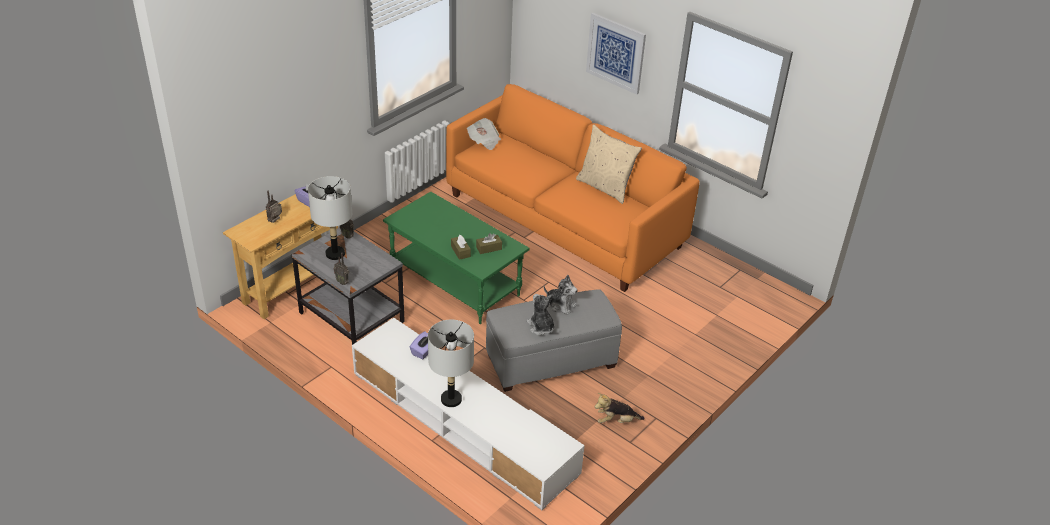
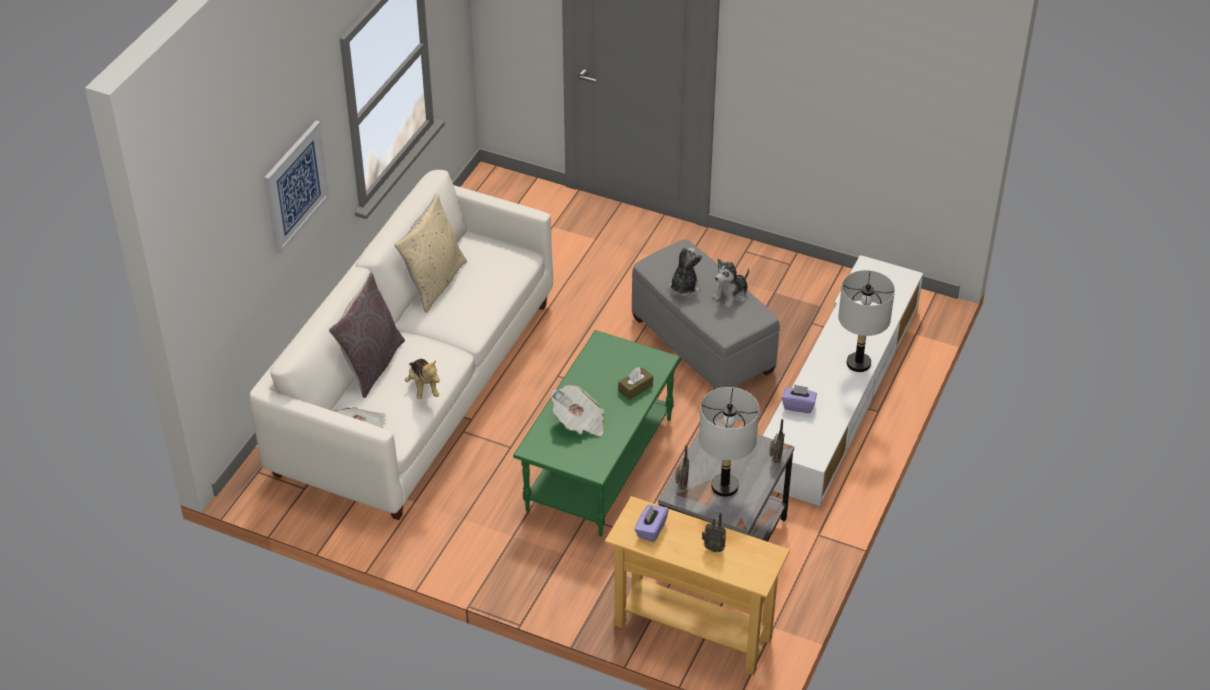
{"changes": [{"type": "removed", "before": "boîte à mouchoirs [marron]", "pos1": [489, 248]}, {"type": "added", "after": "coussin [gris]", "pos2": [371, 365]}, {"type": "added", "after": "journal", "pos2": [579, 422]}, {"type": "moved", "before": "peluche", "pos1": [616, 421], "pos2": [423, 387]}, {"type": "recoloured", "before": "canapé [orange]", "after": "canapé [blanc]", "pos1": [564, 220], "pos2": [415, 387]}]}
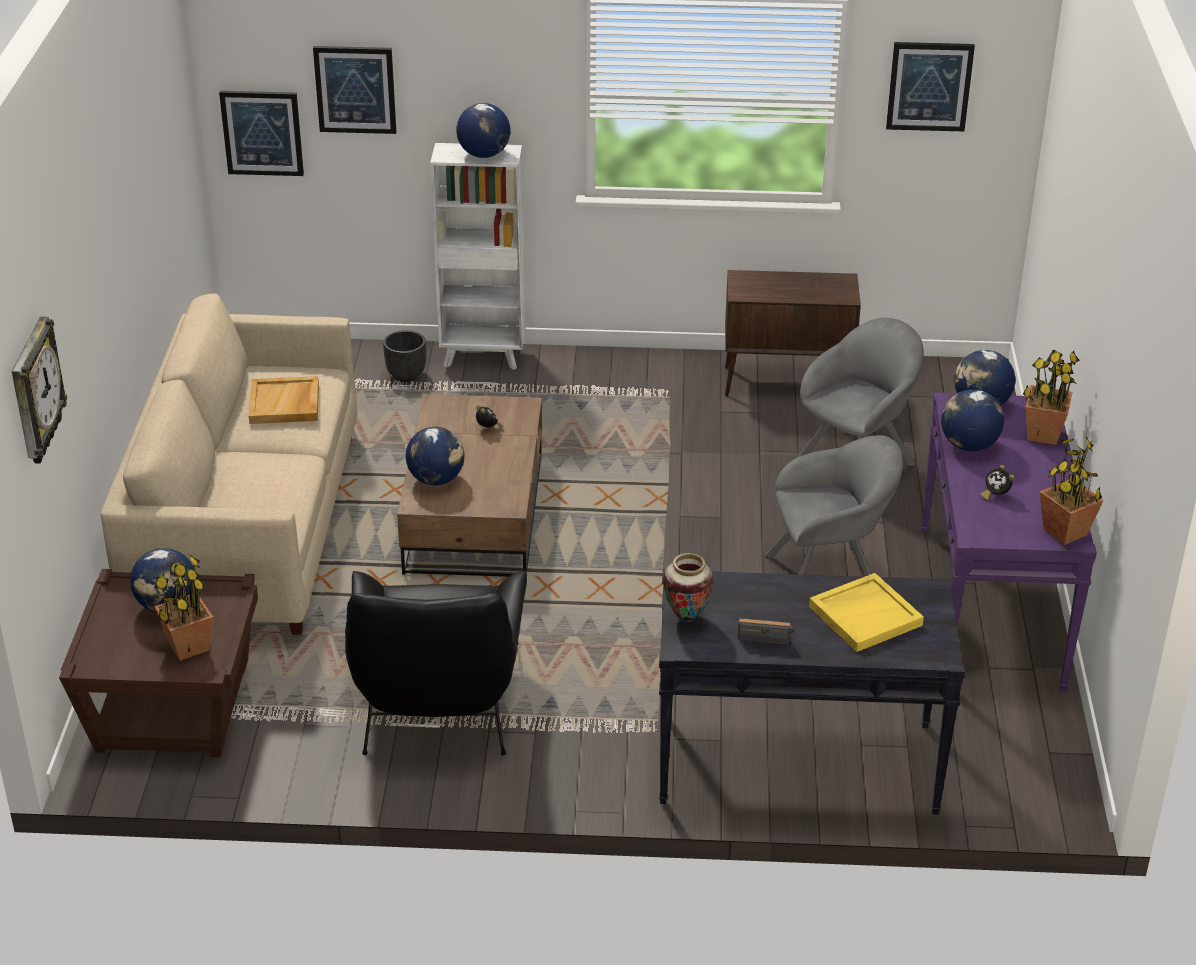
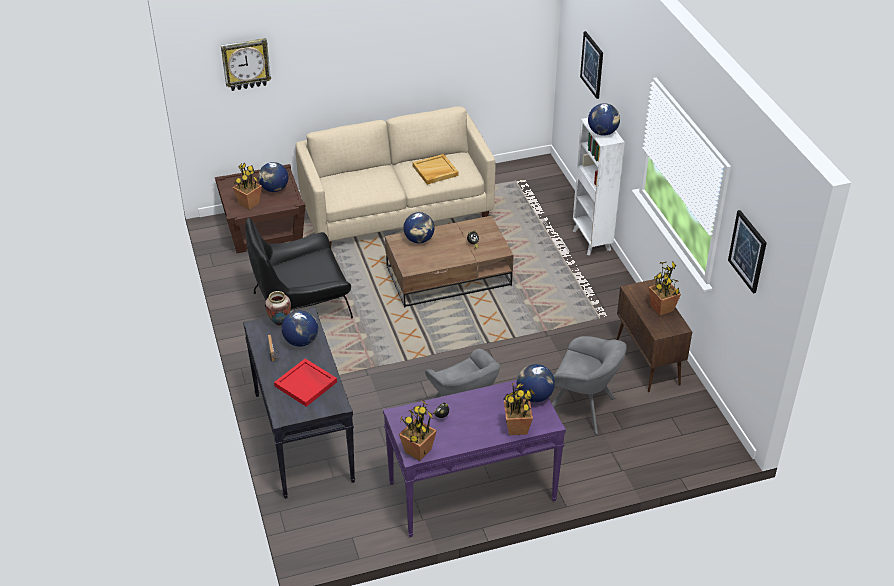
{"changes": [{"type": "removed", "before": "tableau", "pos1": [262, 132]}, {"type": "removed", "before": "cache-pot [noir]", "pos1": [407, 375]}, {"type": "added", "after": "plante en pot", "pos2": [662, 308]}, {"type": "moved", "before": "globe", "pos1": [968, 445], "pos2": [301, 341]}, {"type": "recoloured", "before": "plateau [jaune]", "after": "plateau [rouge]", "pos1": [865, 615], "pos2": [306, 384]}]}
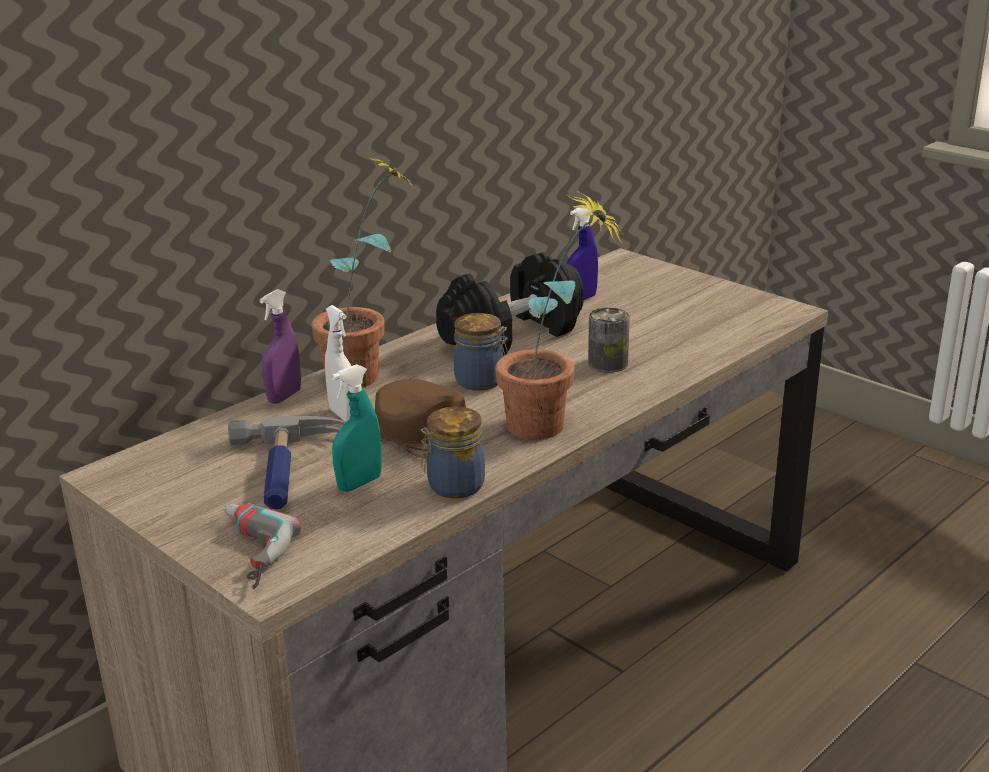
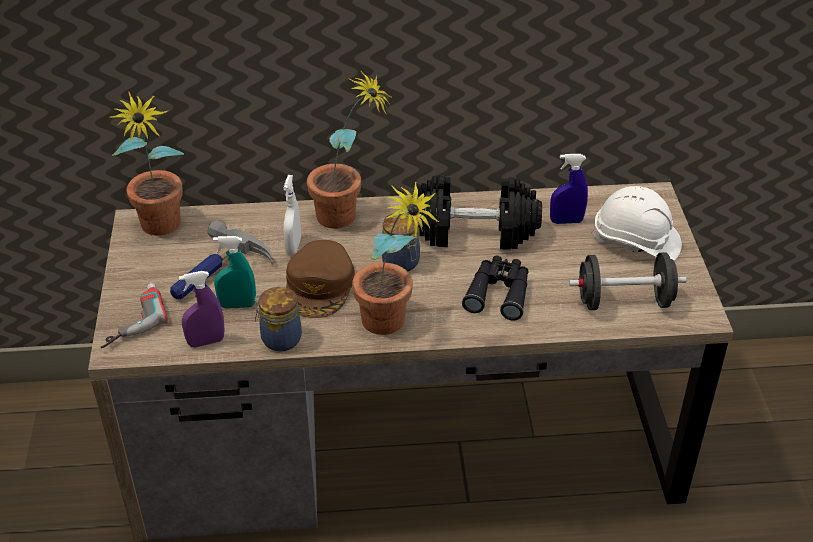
{"changes": [{"type": "added", "after": "plante en pot", "pos2": [161, 231]}, {"type": "added", "after": "haltère [noir]", "pos2": [624, 301]}, {"type": "added", "after": "casque de chantier [blanc]", "pos2": [636, 241]}, {"type": "moved", "before": "vaporisateur [violet]", "pos1": [284, 396], "pos2": [206, 342]}, {"type": "replaced", "before": "boîte métallique", "after": "jumelles [noir]", "pos1": [608, 363], "pos2": [499, 293]}]}
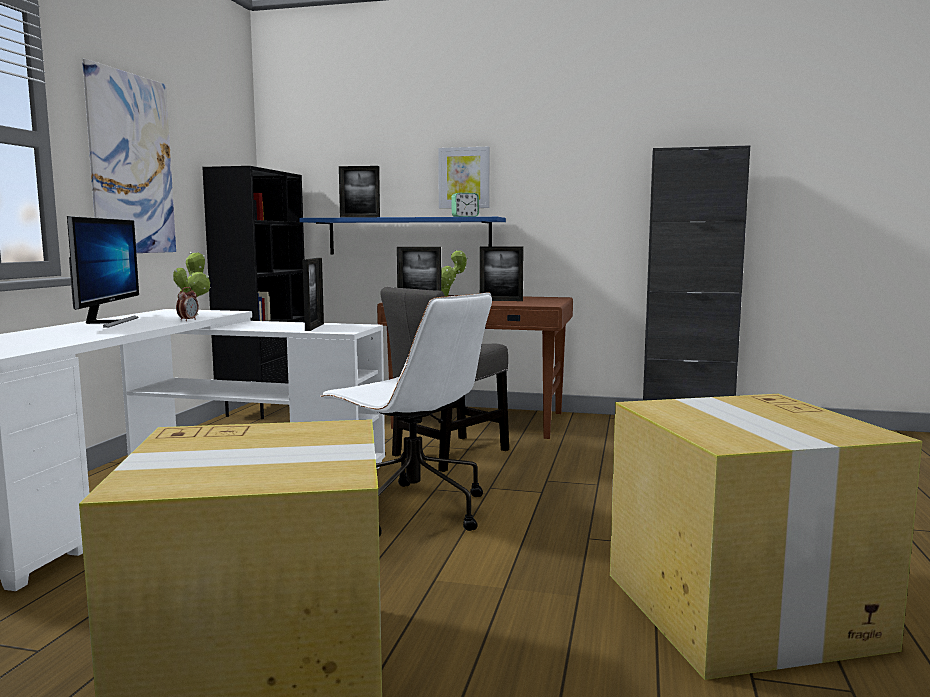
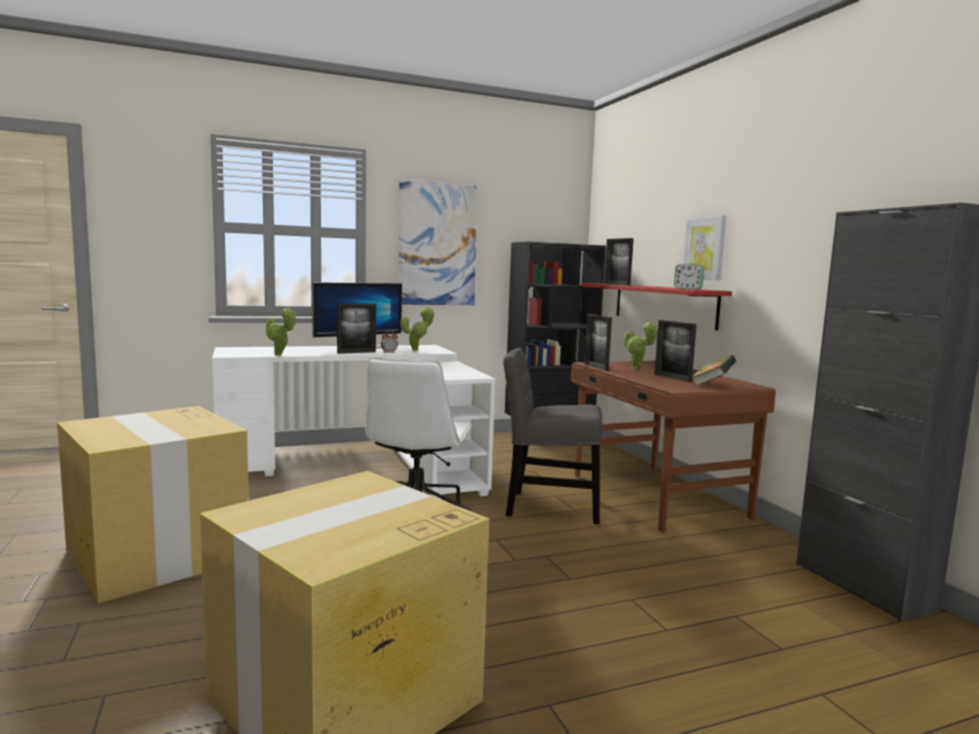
{"changes": [{"type": "added", "after": "plante en pot", "pos2": [279, 355]}, {"type": "added", "after": "livre", "pos2": [712, 384]}, {"type": "moved", "before": "cadre photo", "pos1": [314, 327], "pos2": [356, 352]}, {"type": "recoloured", "before": "étagère [bleu]", "after": "étagère [rouge]", "pos1": [409, 236], "pos2": [663, 304]}]}
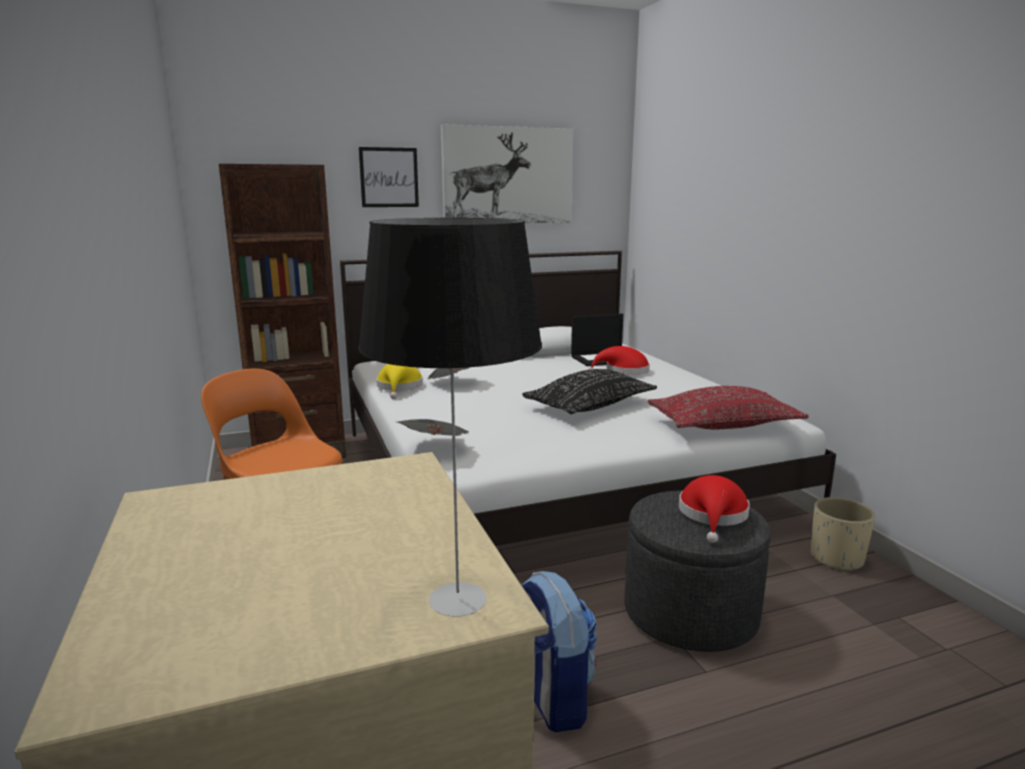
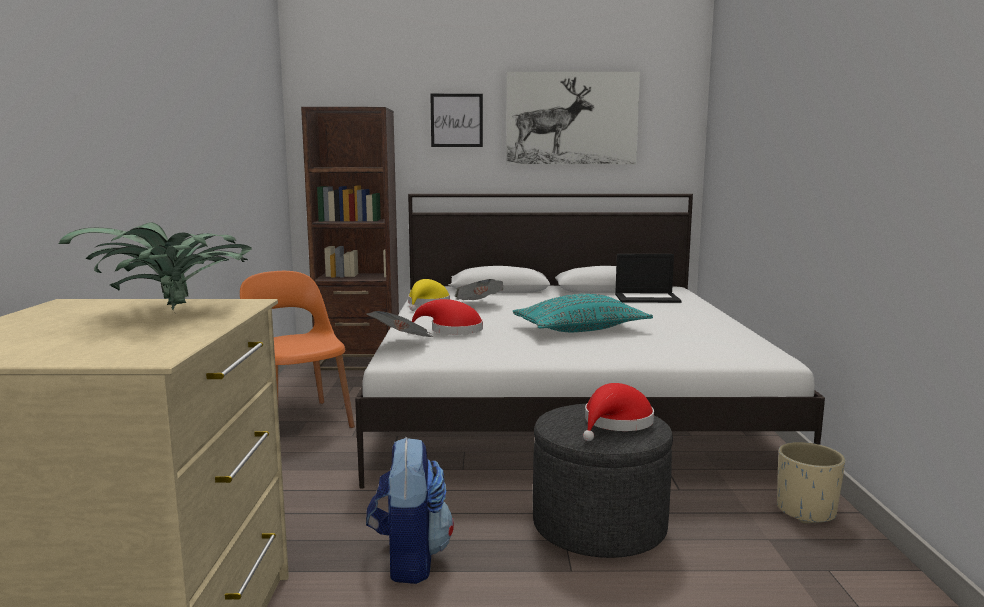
{"changes": [{"type": "removed", "before": "lampe de table", "pos1": [457, 598]}, {"type": "removed", "before": "coussin [rouge]", "pos1": [723, 426]}, {"type": "added", "after": "plante en pot", "pos2": [175, 312]}, {"type": "moved", "before": "chapeau [rouge]", "pos1": [623, 371], "pos2": [452, 330]}, {"type": "recoloured", "before": "coussin [noir]", "after": "coussin [turquoise]", "pos1": [590, 407], "pos2": [581, 330]}]}
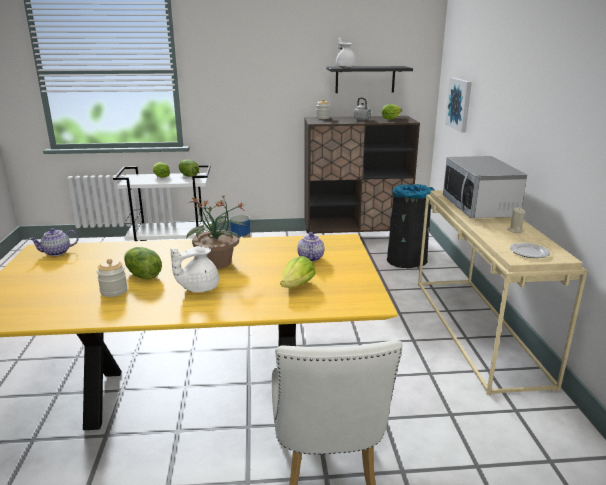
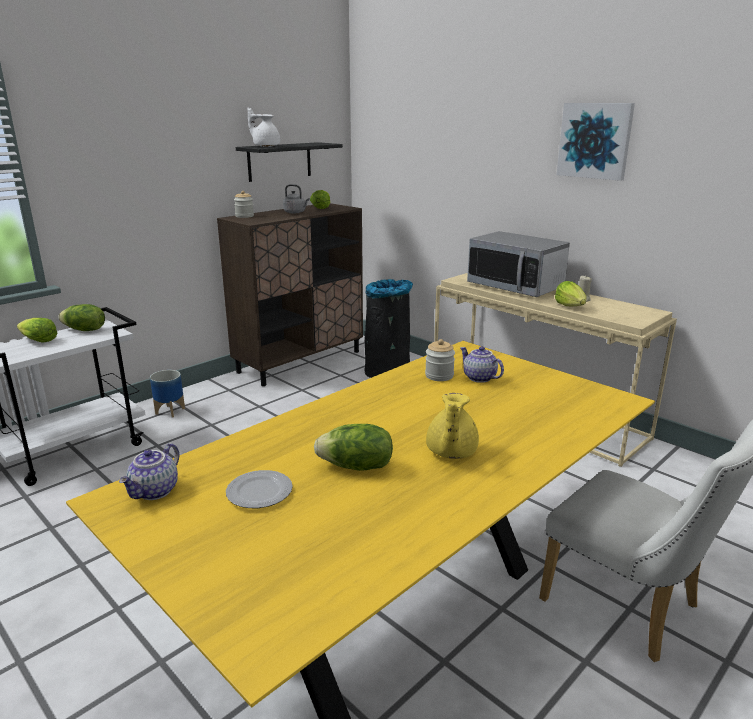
{"changes": [{"type": "removed", "before": "plante en pot", "pos1": [218, 263]}, {"type": "moved", "before": "bocal", "pos1": [114, 291], "pos2": [439, 376]}, {"type": "moved", "before": "laitue", "pos1": [297, 285], "pos2": [571, 306]}, {"type": "moved", "before": "tableau", "pos1": [459, 104], "pos2": [595, 140]}, {"type": "moved", "before": "assiette", "pos1": [529, 253], "pos2": [259, 493]}, {"type": "recoloured", "before": "théière [blanc]", "after": "théière [jaune]", "pos1": [198, 288], "pos2": [450, 452]}]}
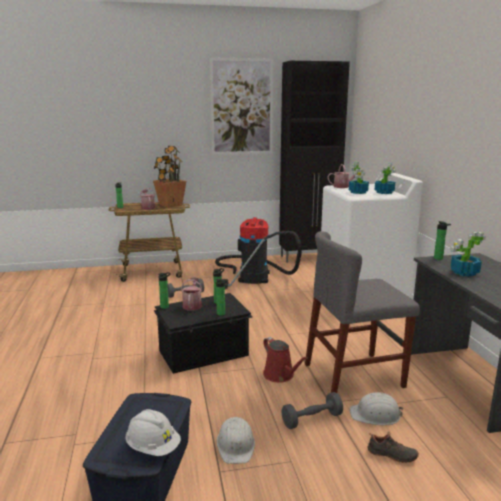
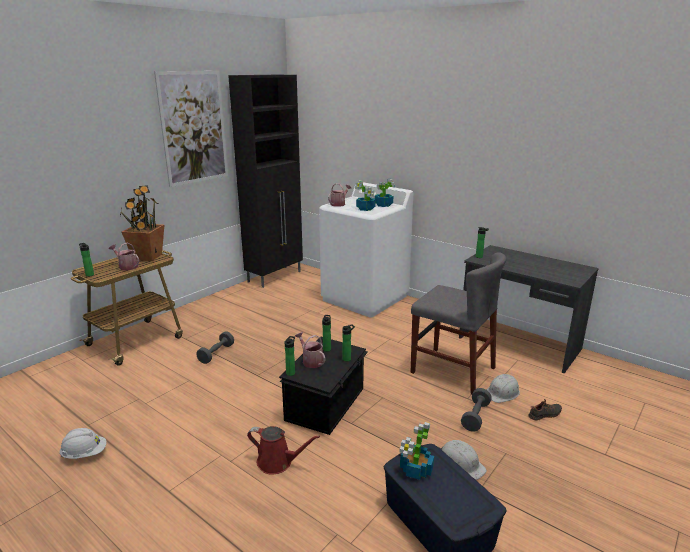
{"changes": [{"type": "removed", "before": "aspirateur", "pos1": [253, 276]}, {"type": "moved", "before": "casque de chantier [blanc]", "pos1": [153, 447], "pos2": [85, 454]}, {"type": "moved", "before": "arrosoir [rouge]", "pos1": [280, 375], "pos2": [278, 462]}, {"type": "moved", "before": "plante en pot", "pos1": [463, 272], "pos2": [415, 470]}, {"type": "turned", "before": "chaise [gris]", "pos1": [354, 375], "pos2": [452, 370], "turn": -90}]}
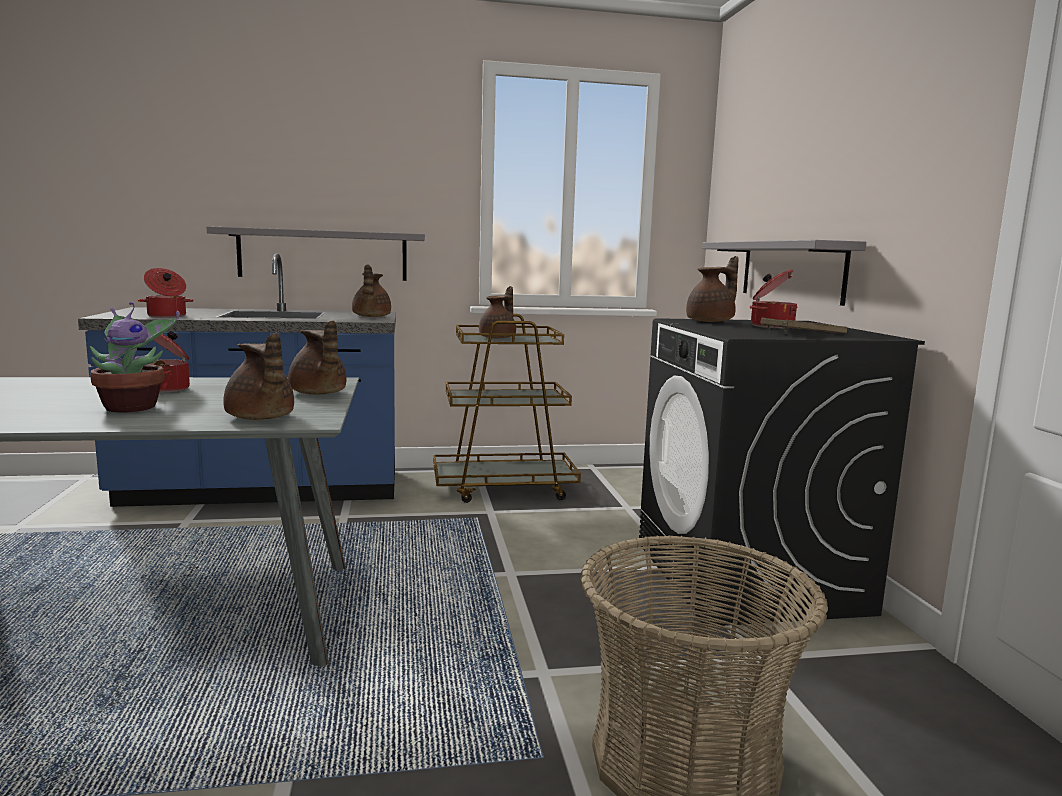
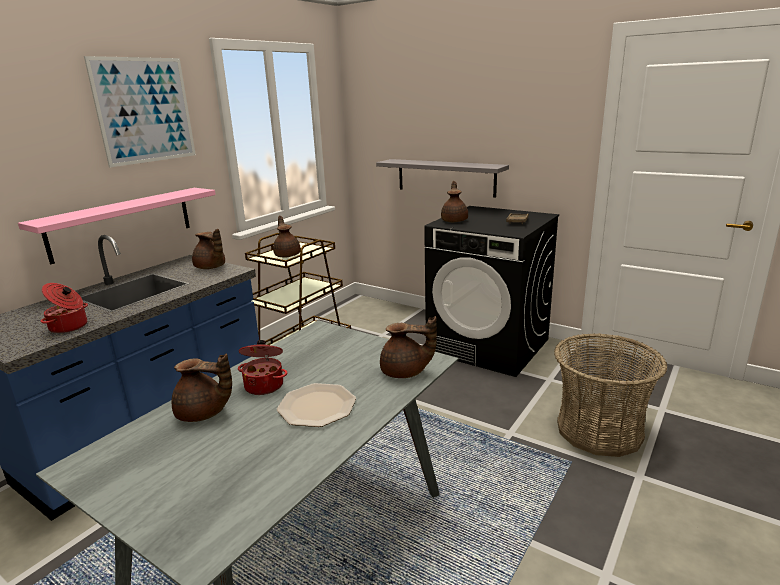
{"changes": [{"type": "removed", "before": "marmite", "pos1": [771, 326]}, {"type": "added", "after": "tableau", "pos2": [144, 110]}, {"type": "moved", "before": "théière [marron]", "pos1": [318, 393], "pos2": [203, 413]}, {"type": "replaced", "before": "plante en pot", "after": "assiette", "pos1": [133, 407], "pos2": [317, 406]}, {"type": "recoloured", "before": "étagère [gris]", "after": "étagère [rose]", "pos1": [323, 255], "pos2": [122, 223]}]}
